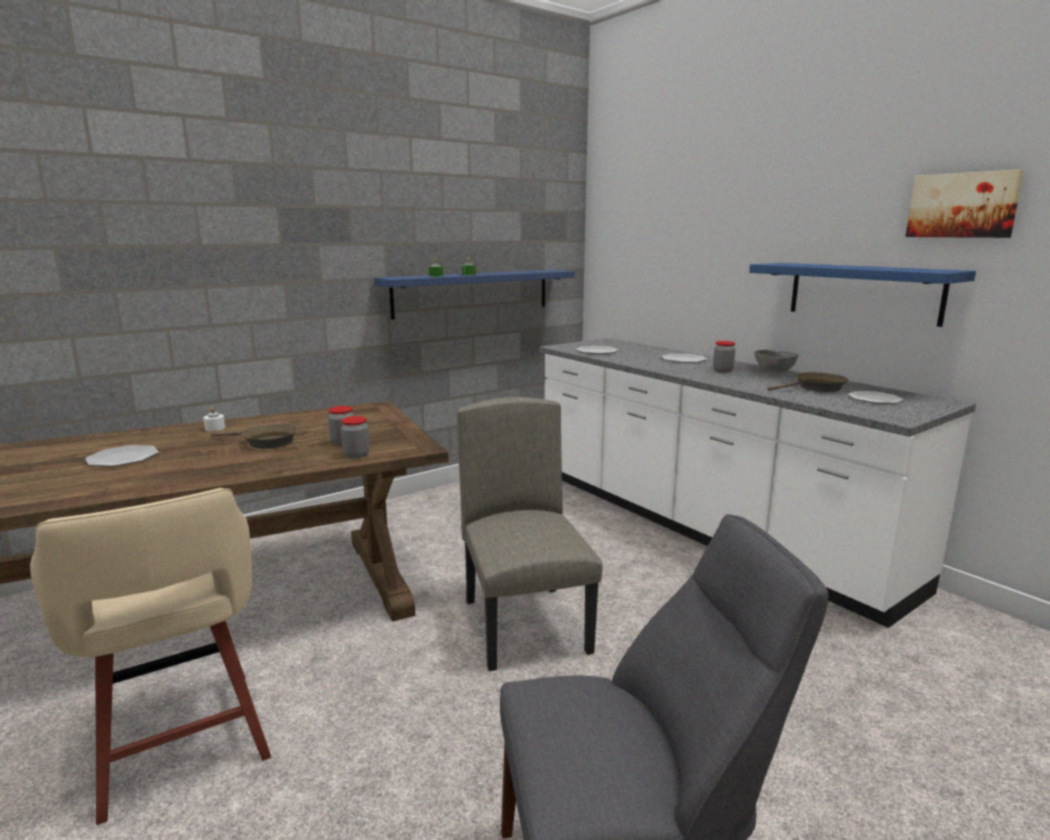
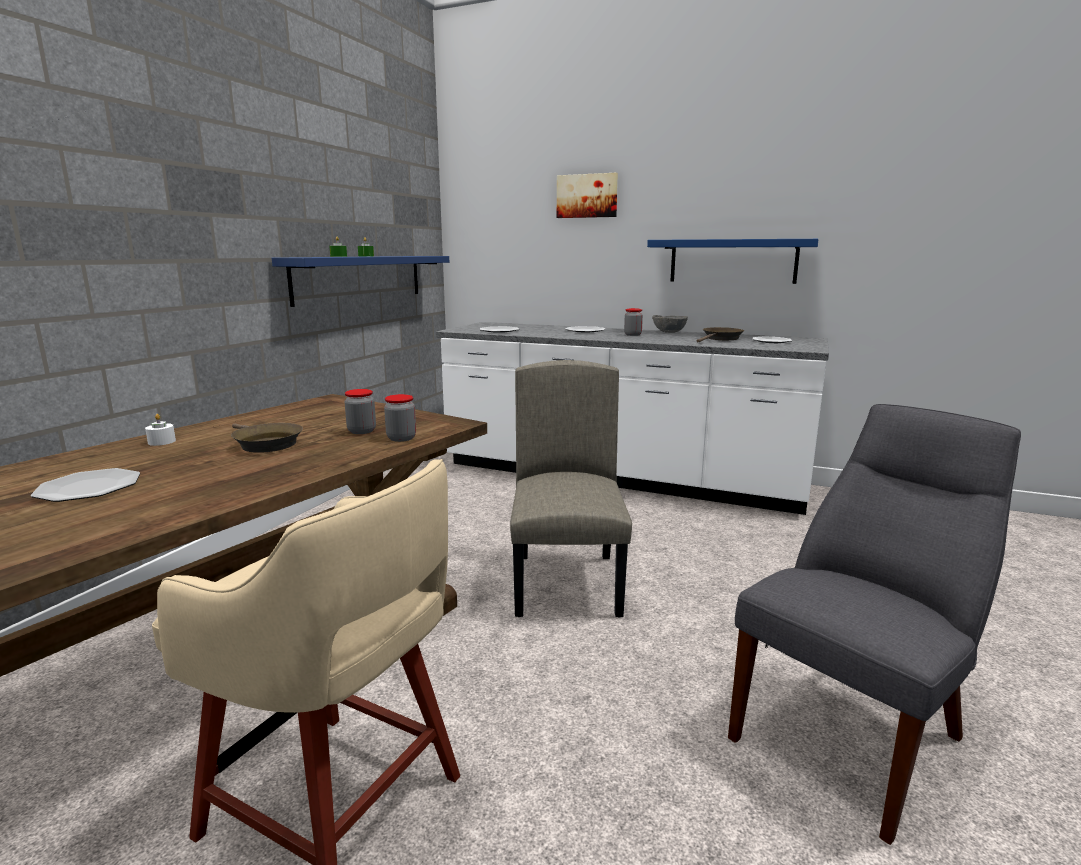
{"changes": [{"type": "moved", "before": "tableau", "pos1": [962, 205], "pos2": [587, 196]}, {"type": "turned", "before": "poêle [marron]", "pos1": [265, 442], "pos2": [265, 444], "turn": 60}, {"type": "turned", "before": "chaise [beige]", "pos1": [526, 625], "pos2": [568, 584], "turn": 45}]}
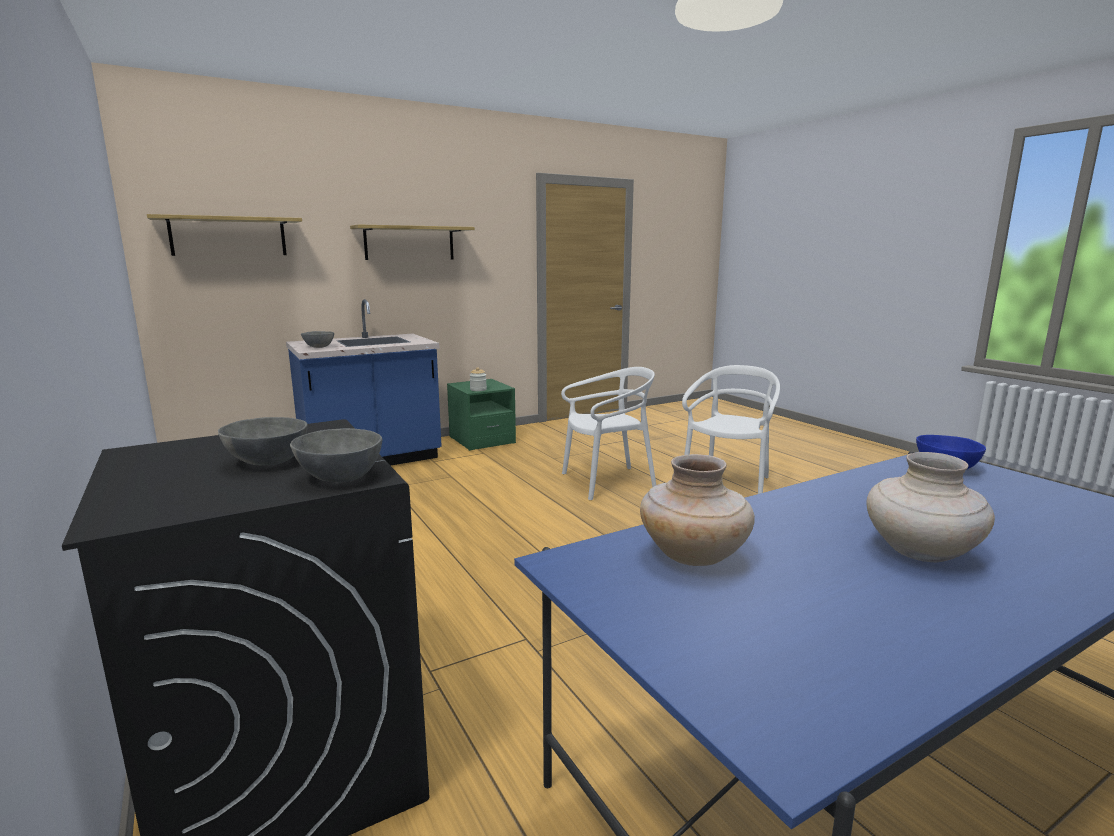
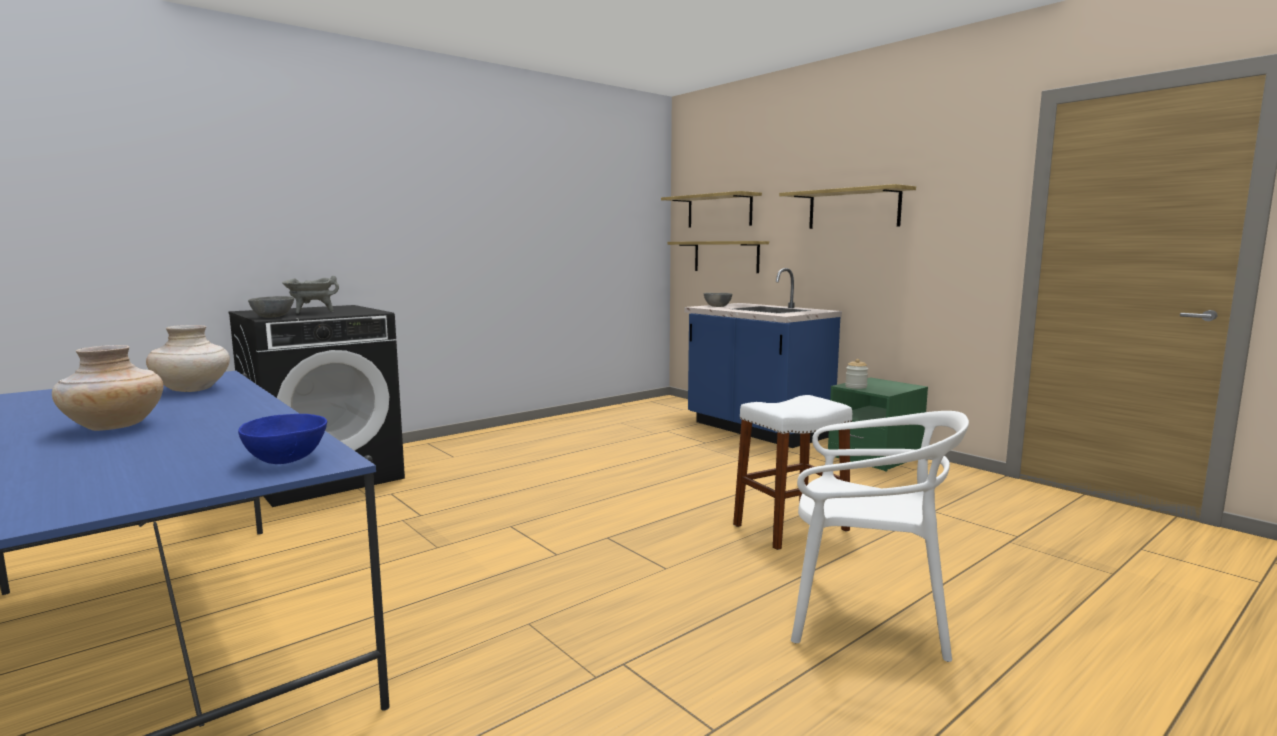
{"changes": [{"type": "added", "after": "étagère", "pos2": [726, 256]}, {"type": "replaced", "before": "bol [gris]", "after": "marmite [gris]", "pos1": [267, 461], "pos2": [311, 312]}, {"type": "replaced", "before": "chaise [blanc]", "after": "tabouret [blanc]", "pos1": [607, 482], "pos2": [790, 527]}]}
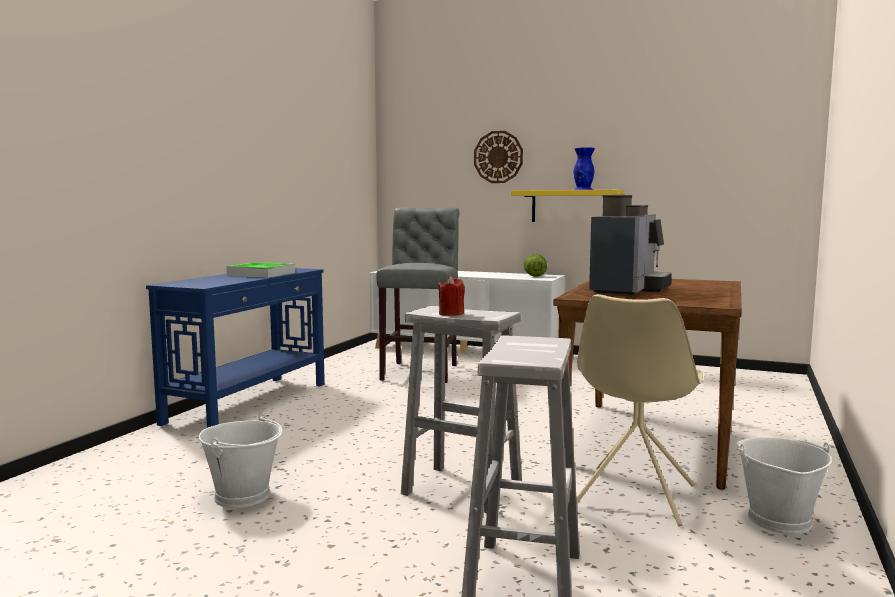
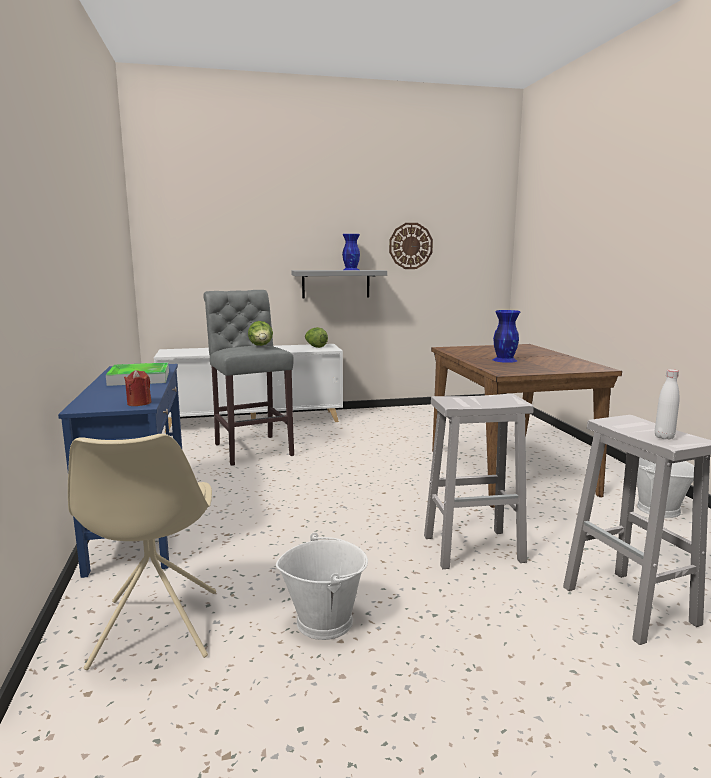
{"changes": [{"type": "added", "after": "laitue", "pos2": [261, 346]}, {"type": "added", "after": "bouteille [blanc]", "pos2": [664, 437]}, {"type": "moved", "before": "bougie [rouge]", "pos1": [451, 314], "pos2": [139, 403]}, {"type": "moved", "before": "horloge murale", "pos1": [498, 157], "pos2": [410, 246]}, {"type": "moved", "before": "chaise [beige]", "pos1": [634, 496], "pos2": [155, 629]}, {"type": "replaced", "before": "machine à café", "after": "vase [bleu]", "pos1": [628, 289], "pos2": [504, 360]}, {"type": "recoloured", "before": "étagère [jaune]", "after": "étagère [gris]", "pos1": [570, 206], "pos2": [336, 284]}]}
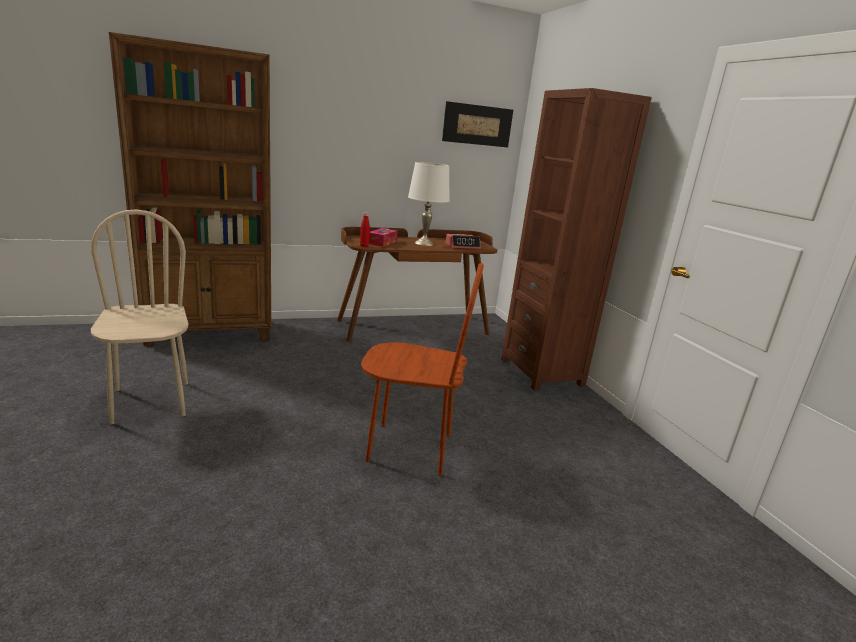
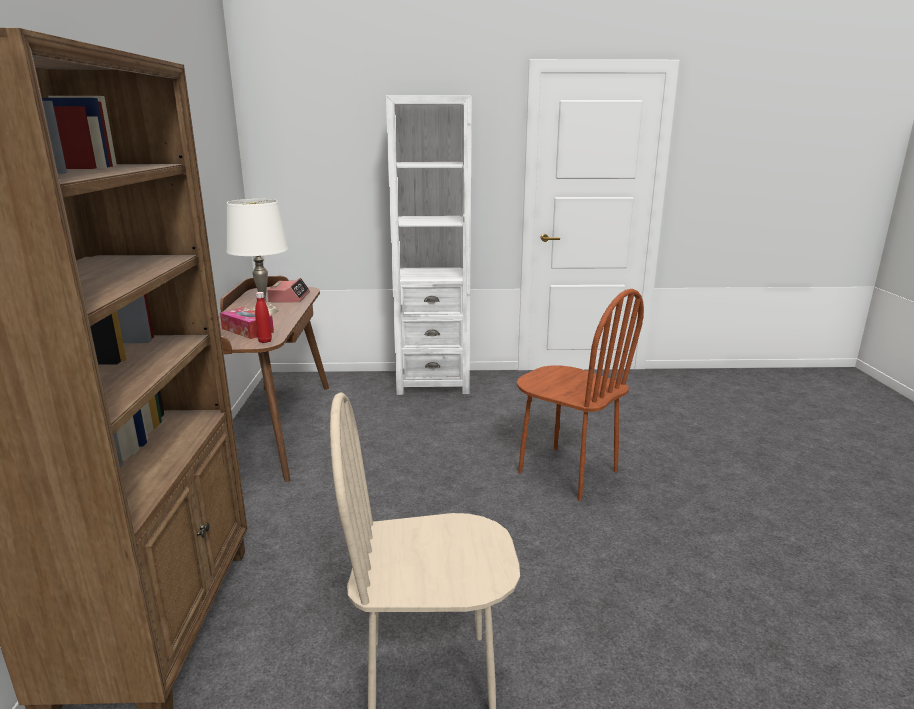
{"changes": [{"type": "removed", "before": "tableau", "pos1": [477, 125]}, {"type": "recoloured", "before": "bibliothèque [marron]", "after": "bibliothèque [blanc]", "pos1": [542, 372], "pos2": [433, 382]}, {"type": "turned", "before": "chaise [marron]", "pos1": [410, 448], "pos2": [567, 472], "turn": 105}]}
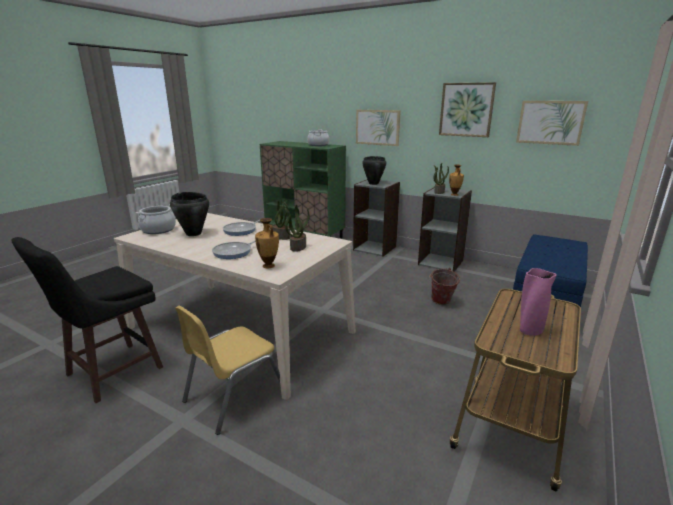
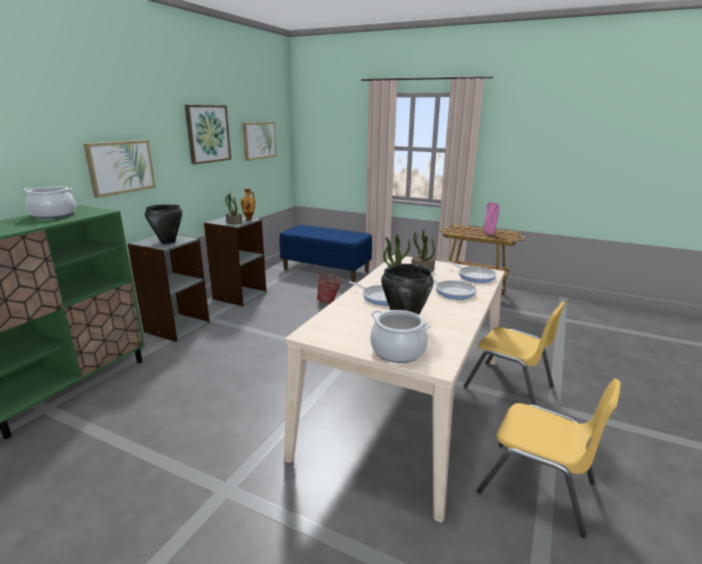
{"changes": [{"type": "replaced", "before": "tabouret [noir]", "after": "chaise [jaune]", "pos1": [112, 372], "pos2": [537, 487]}, {"type": "replaced", "before": "vase", "after": "poêle", "pos1": [268, 266], "pos2": [474, 276]}]}
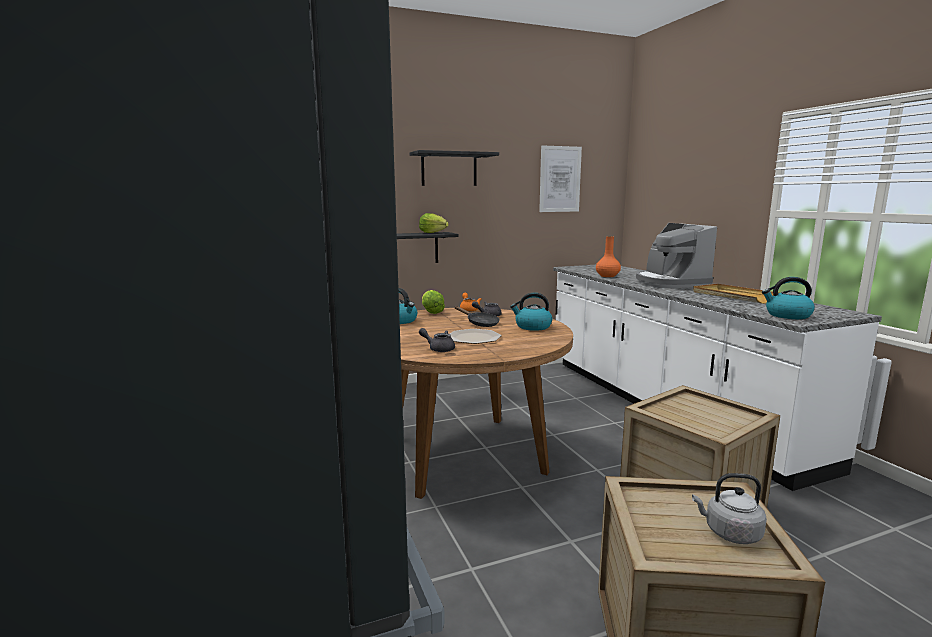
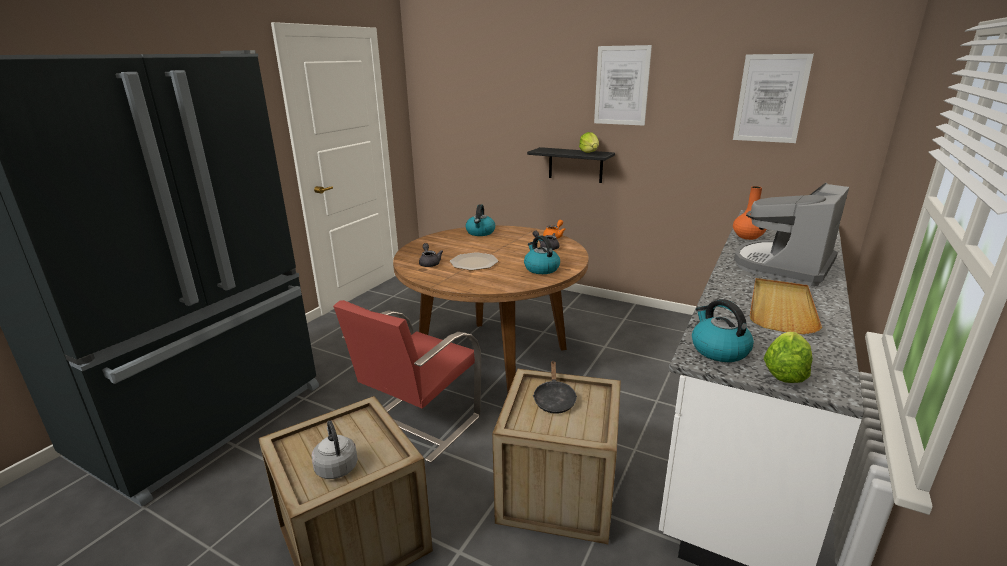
{"changes": [{"type": "added", "after": "chaise [rouge]", "pos2": [418, 423]}, {"type": "moved", "before": "laitue", "pos1": [431, 312], "pos2": [784, 373]}, {"type": "moved", "before": "poêle [noir]", "pos1": [480, 323], "pos2": [554, 399]}, {"type": "replaced", "before": "étagère [noir]", "after": "tableau", "pos1": [449, 169], "pos2": [621, 86]}]}
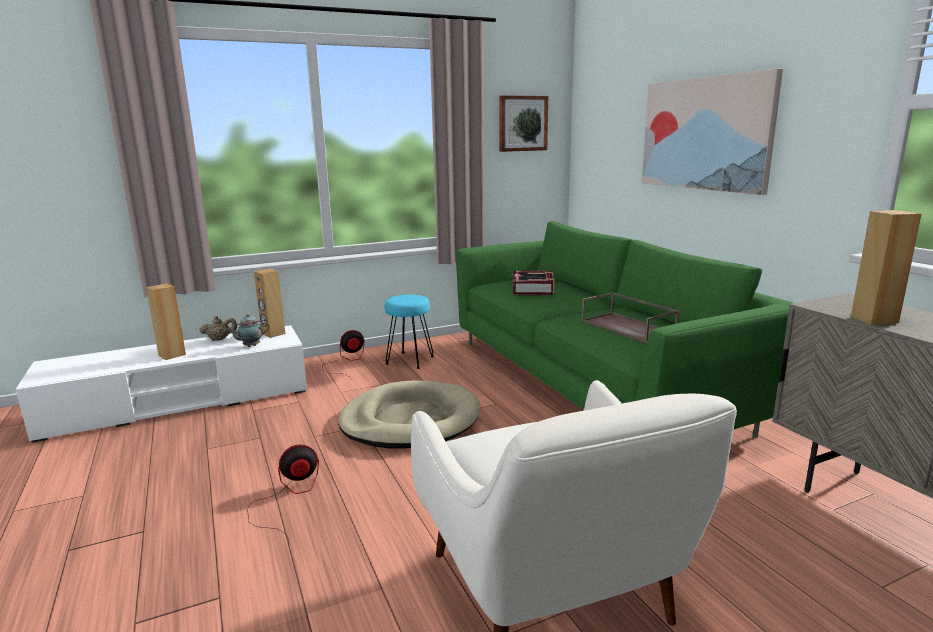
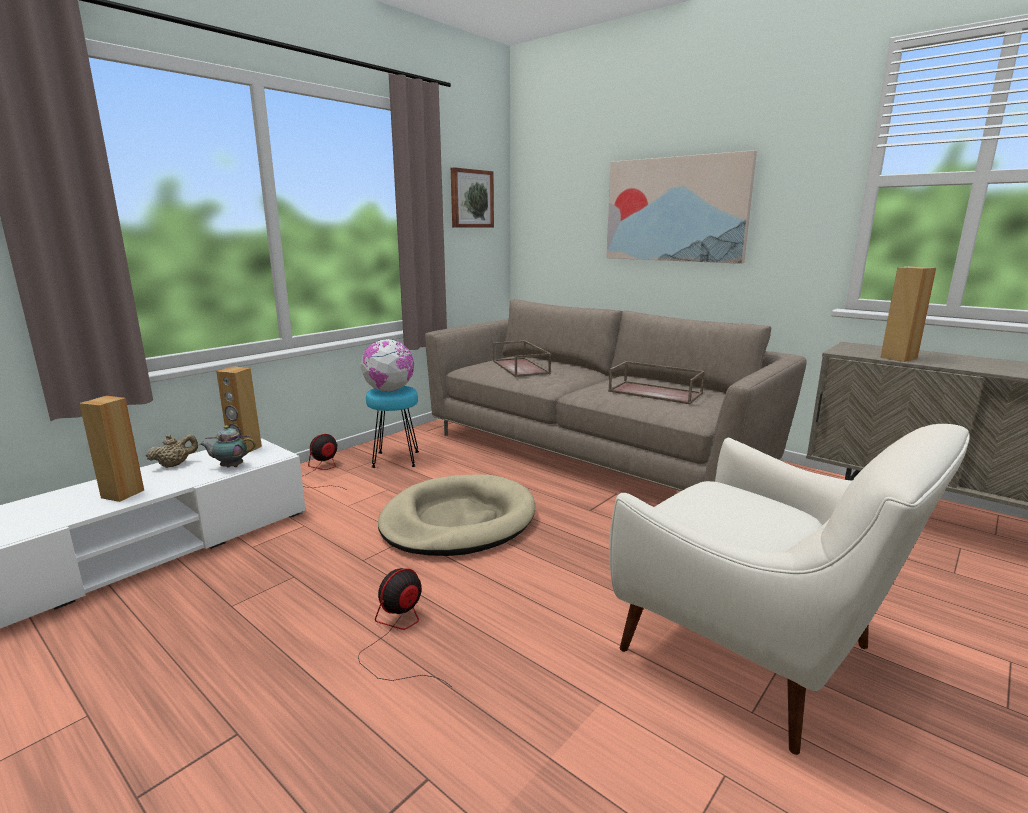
{"changes": [{"type": "added", "after": "globe", "pos2": [389, 390]}, {"type": "replaced", "before": "livre", "after": "plateau [marron]", "pos1": [533, 288], "pos2": [521, 367]}, {"type": "recoloured", "before": "canapé [vert]", "after": "canapé [beige]", "pos1": [590, 381], "pos2": [593, 452]}, {"type": "turned", "before": "théière", "pos1": [250, 346], "pos2": [230, 467], "turn": 45}]}
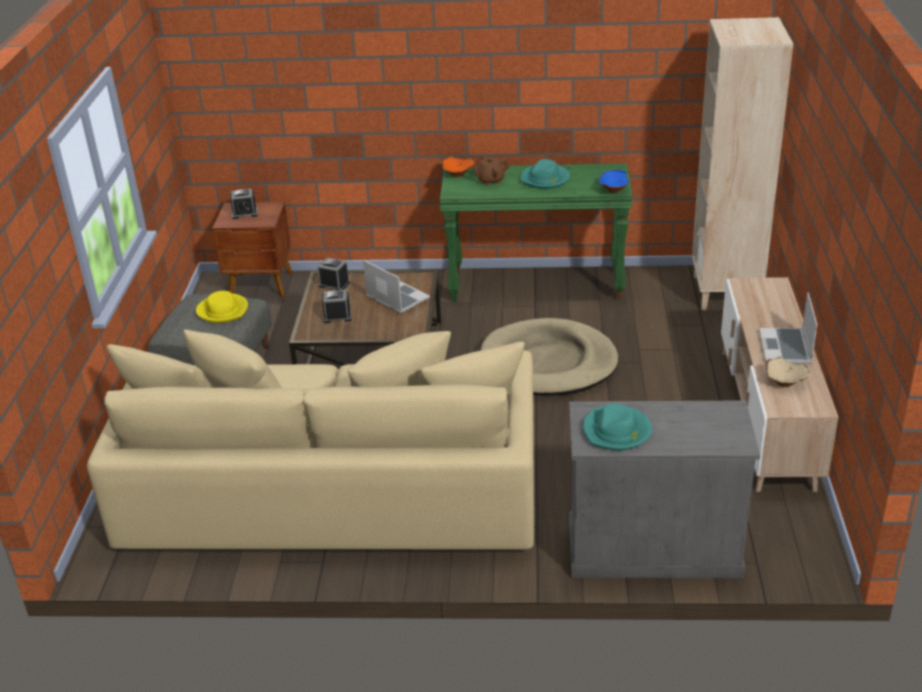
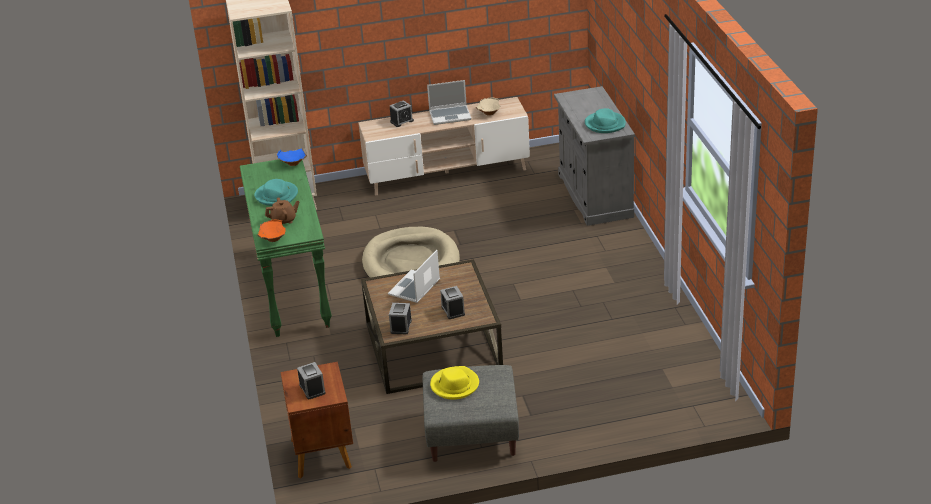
{"changes": [{"type": "removed", "before": "canapé [beige]", "pos1": [334, 485]}, {"type": "added", "after": "réveil", "pos2": [401, 121]}, {"type": "turned", "before": "théière [marron]", "pos1": [490, 181], "pos2": [284, 220], "turn": -75}]}
